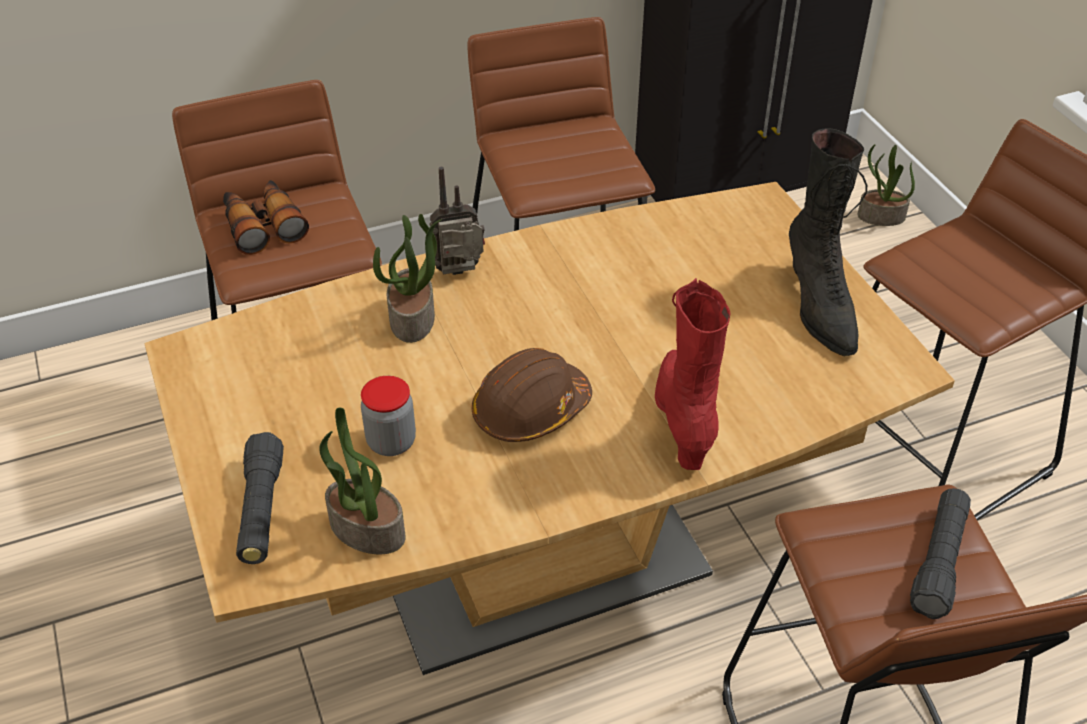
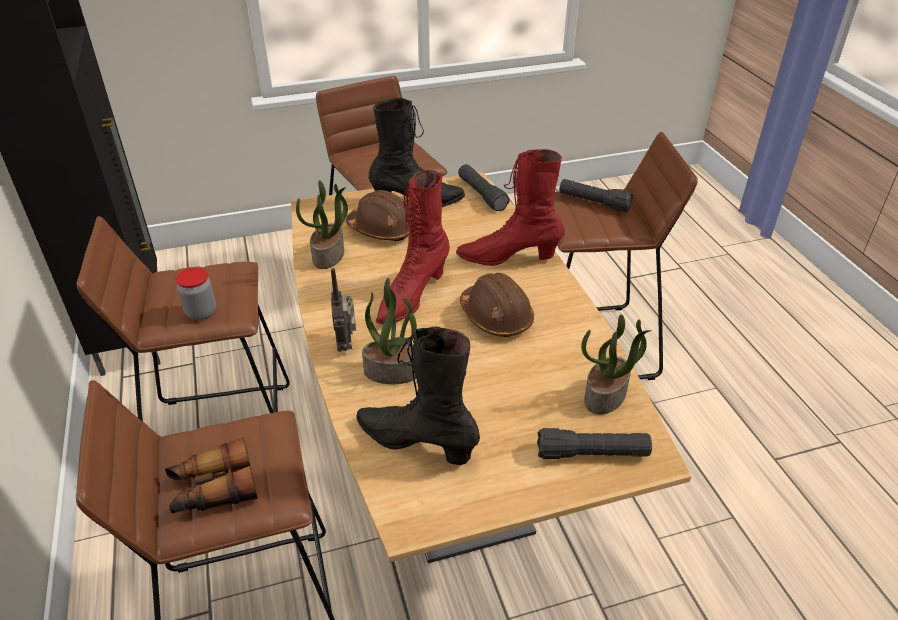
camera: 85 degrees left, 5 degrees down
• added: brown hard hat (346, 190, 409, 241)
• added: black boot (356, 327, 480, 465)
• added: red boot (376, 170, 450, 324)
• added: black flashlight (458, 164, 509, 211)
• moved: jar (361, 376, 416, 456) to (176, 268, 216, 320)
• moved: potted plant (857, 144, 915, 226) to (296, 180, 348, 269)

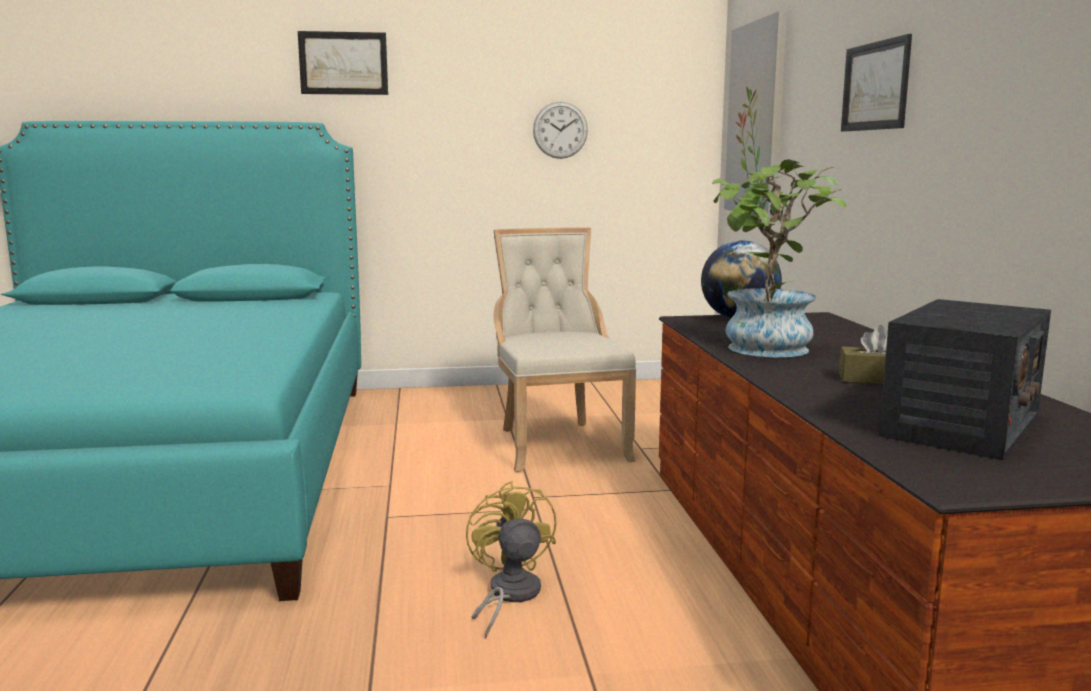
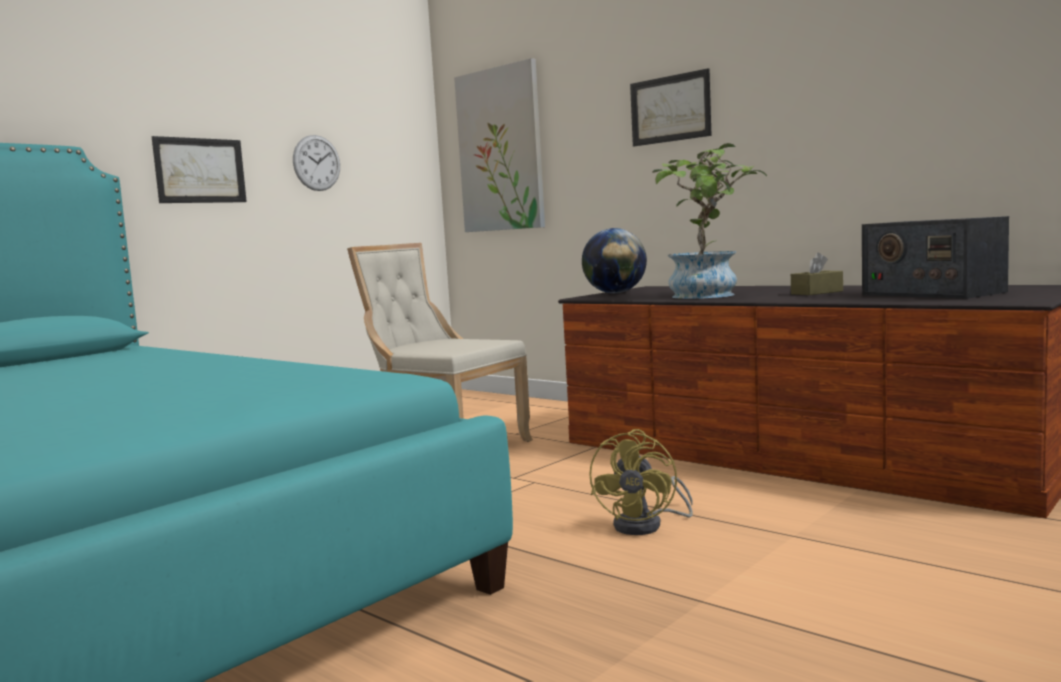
camera: 40 degrees left, 5 degrees down
• moved: picture (298, 31, 388, 95) to (151, 136, 247, 203)
• turned: yellow fan (466, 481, 557, 639) = (589, 429, 693, 535) 105 degrees counterclockwise
• turned: radio (879, 299, 1051, 460) = (862, 216, 1009, 299) 150 degrees clockwise

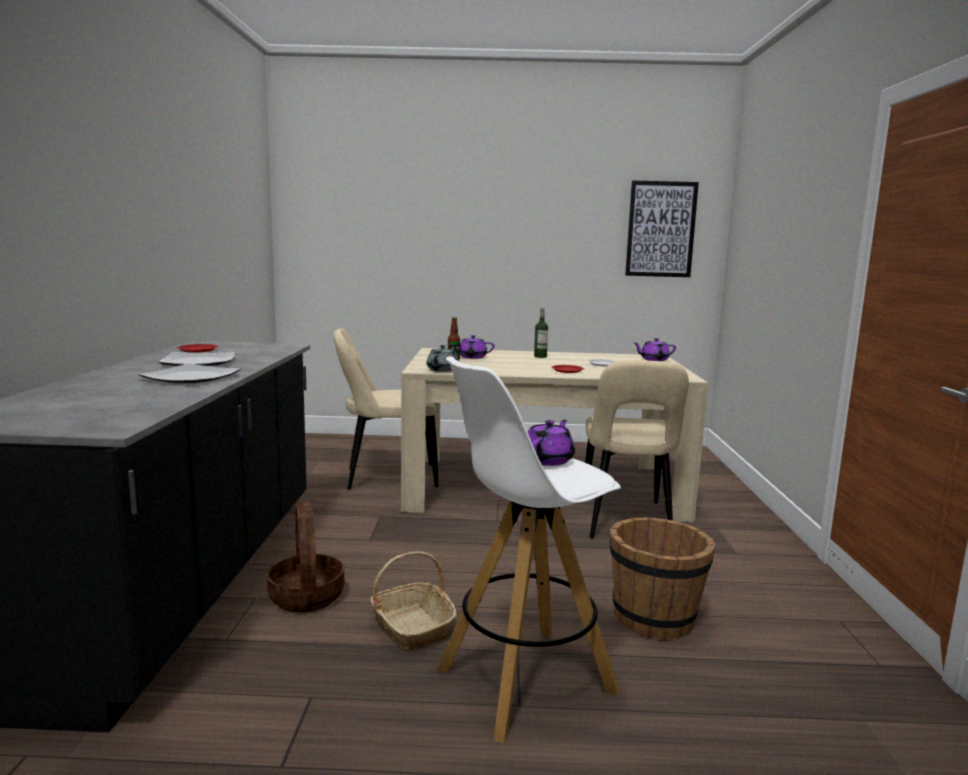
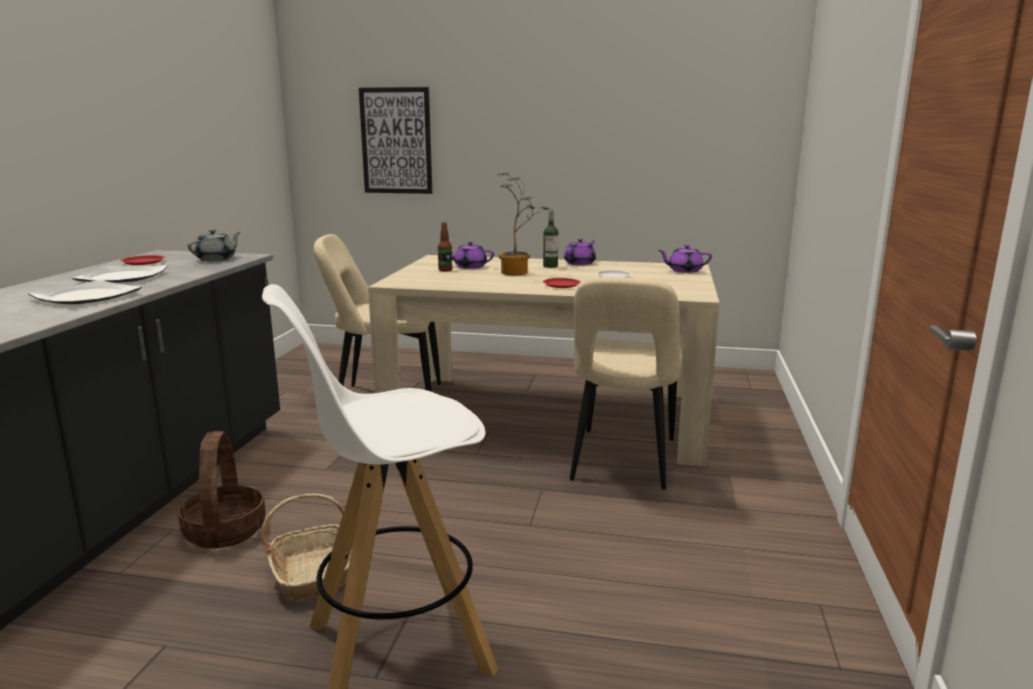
camera: 10 degrees right, 5 degrees up
• removed: brown bucket (610, 517, 716, 640)
• added: potted plant (497, 173, 551, 275)
• moved: grey teapot (426, 345, 459, 372) to (187, 229, 241, 261)
• moved: purple teapot (528, 420, 575, 466) to (564, 239, 596, 265)
• moved: picture (625, 180, 699, 277) to (359, 87, 432, 194)

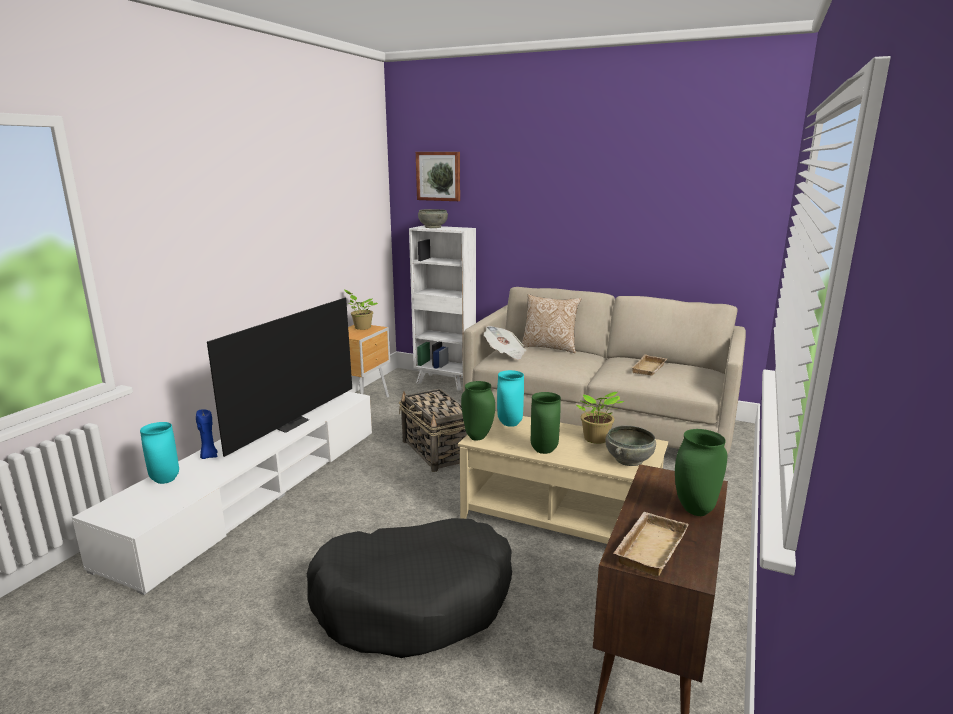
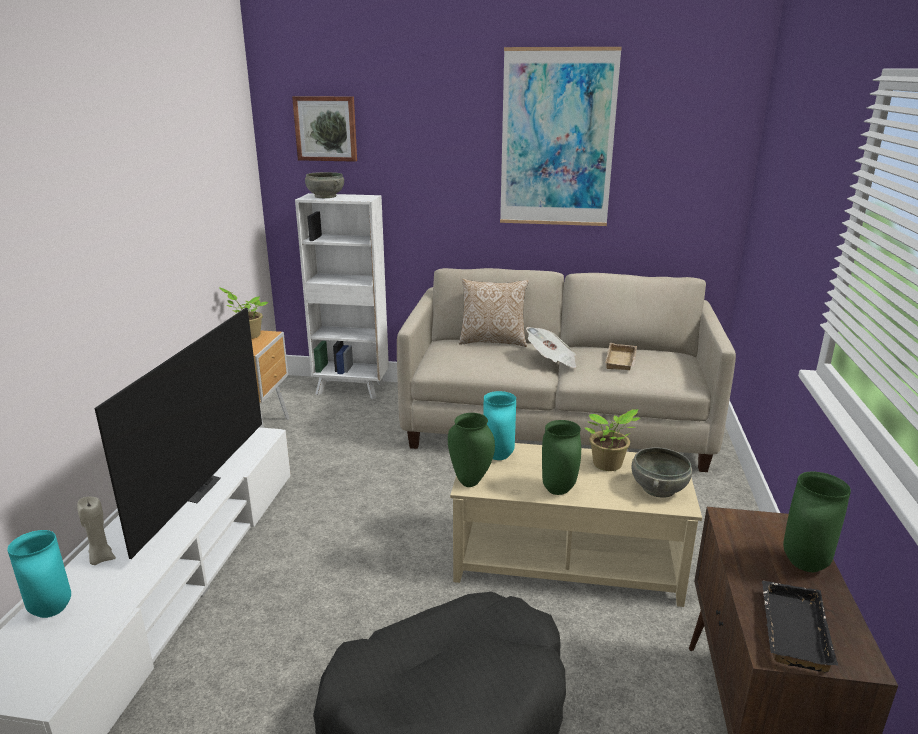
camera: 15 degrees left, 5 degrees up
• removed: basket (399, 389, 467, 472)
• added: picture (500, 47, 622, 226)
• moved: newspaper (484, 326, 527, 360) to (526, 327, 576, 368)
• recoloured: blue candle (196, 409, 218, 459) to beige candle (77, 497, 116, 565)
• recoloured: beige tray (613, 512, 689, 576) to black tray (762, 580, 838, 672)

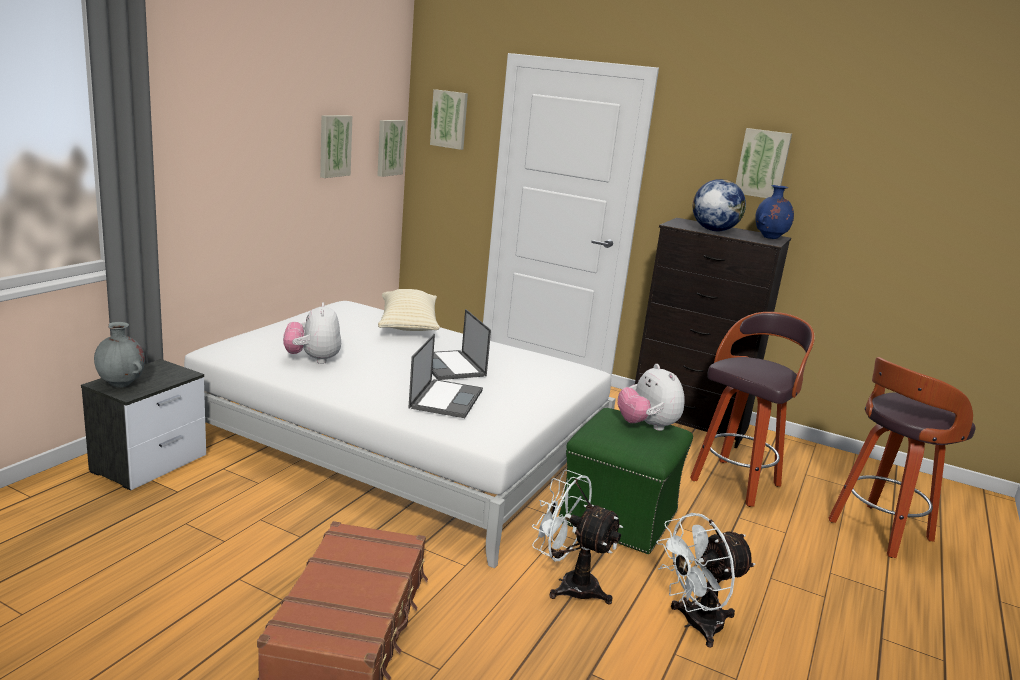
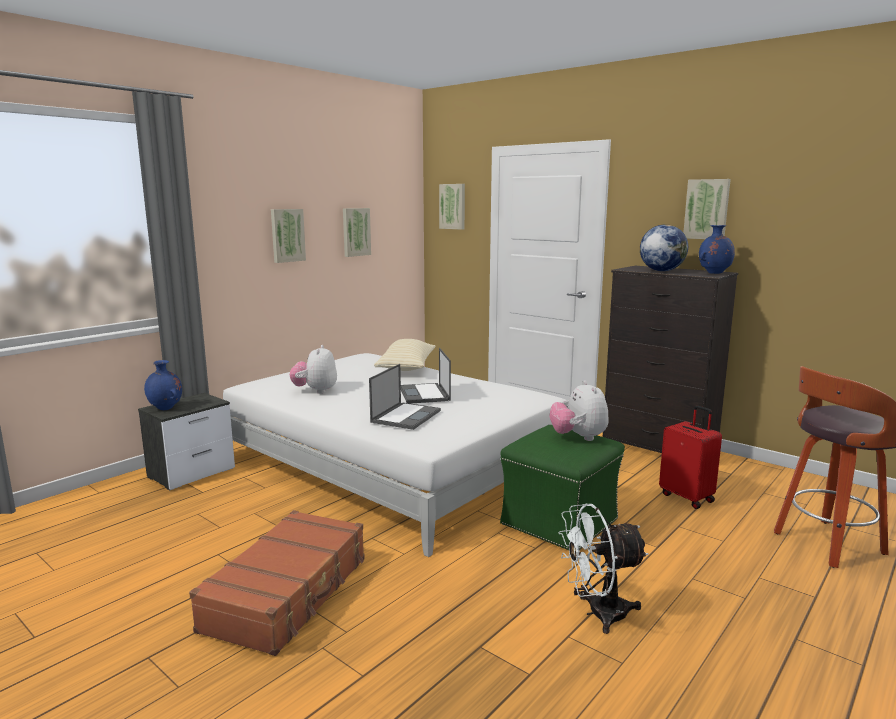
camera: 15 degrees right, 5 degrees down
• removed: white fan (532, 469, 623, 604)
• moved: picture (377, 120, 406, 177) to (271, 209, 306, 263)
• replaced: stool (690, 312, 815, 507) to red suitcase (659, 405, 722, 509)
• recoloured: grey vase (94, 322, 145, 388) to blue vase (144, 360, 182, 410)

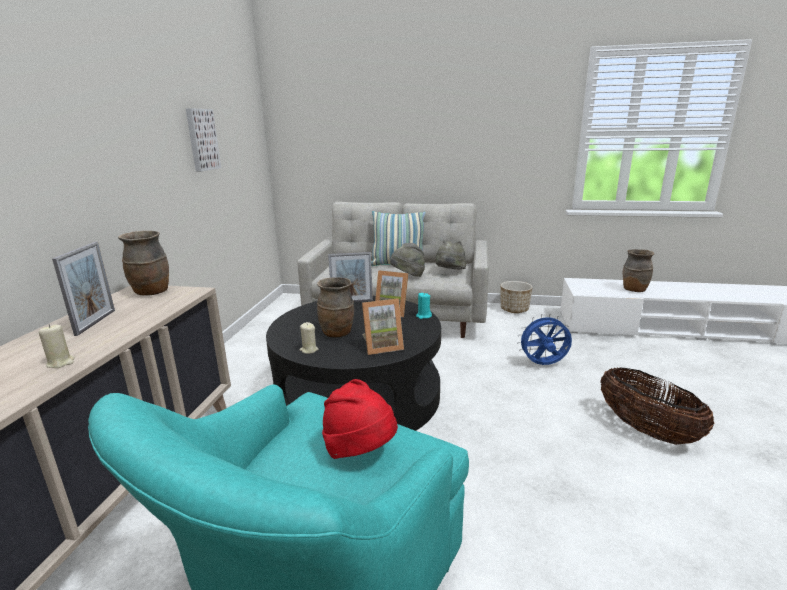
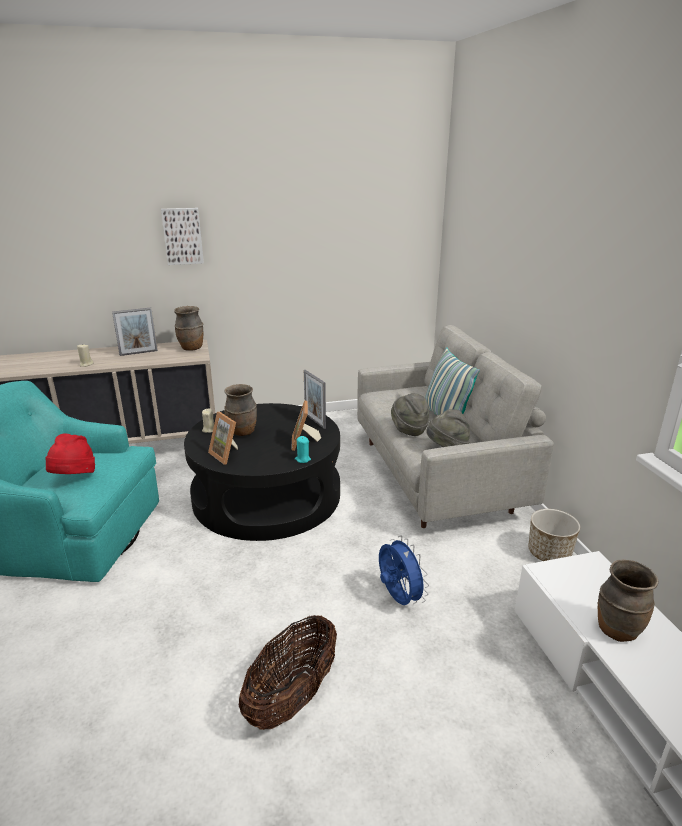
camera: 65 degrees right, 5 degrees up
• moved: picture (186, 108, 221, 172) to (161, 208, 204, 265)

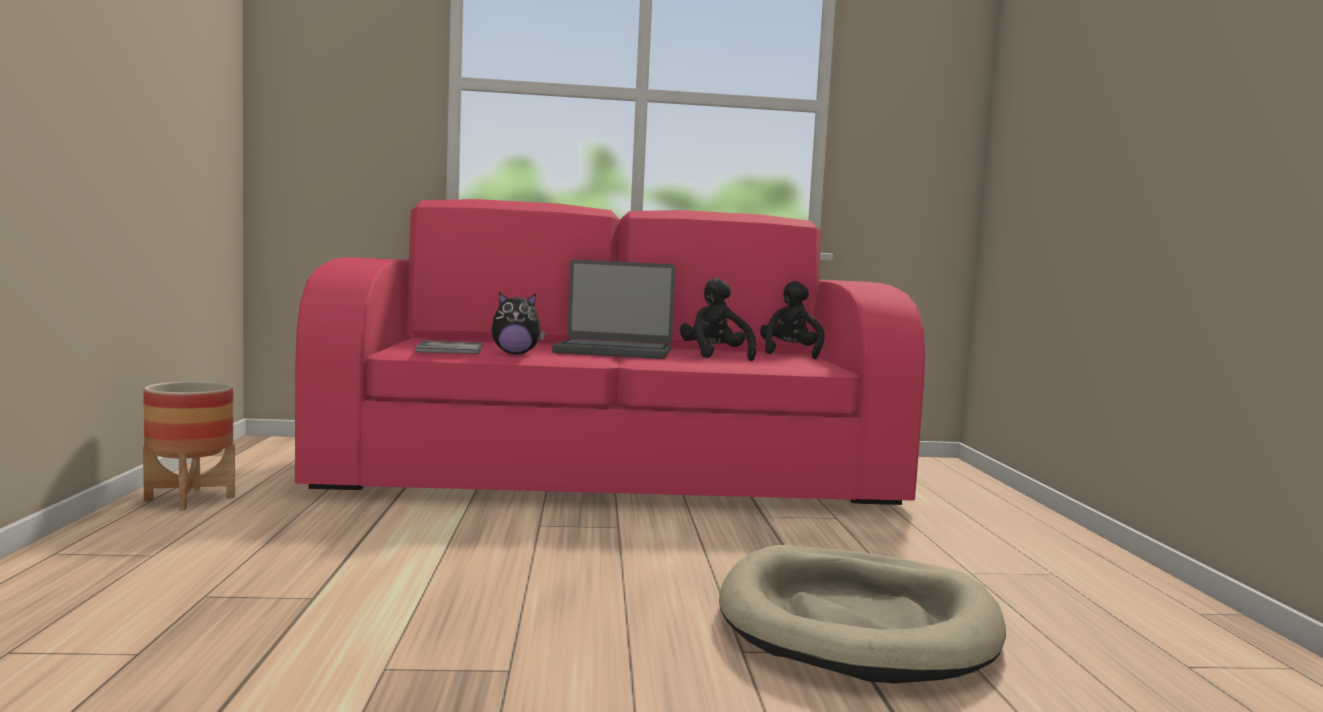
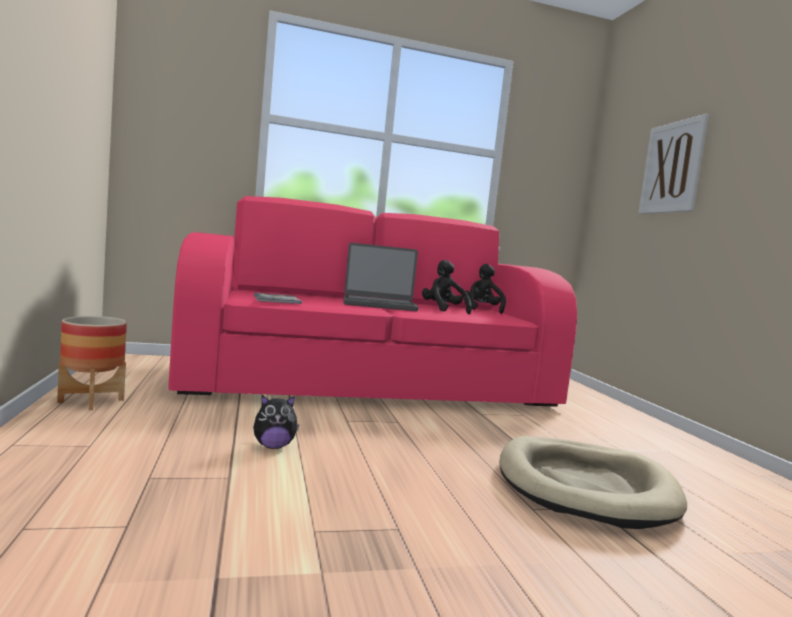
camera: 10 degrees left, 0 degrees up
• added: picture (638, 114, 709, 214)
• moved: plush toy (491, 292, 545, 354) to (253, 395, 299, 449)

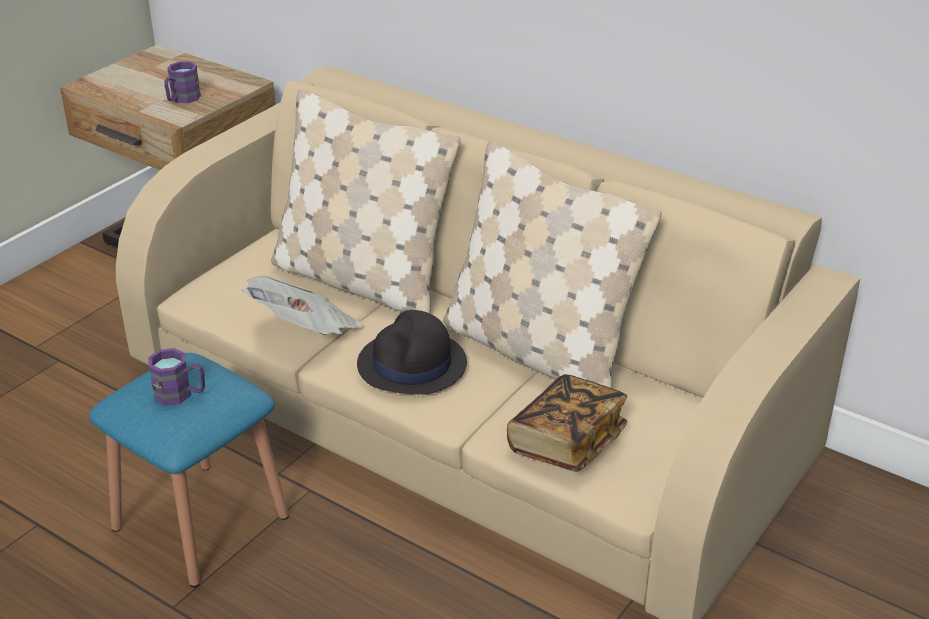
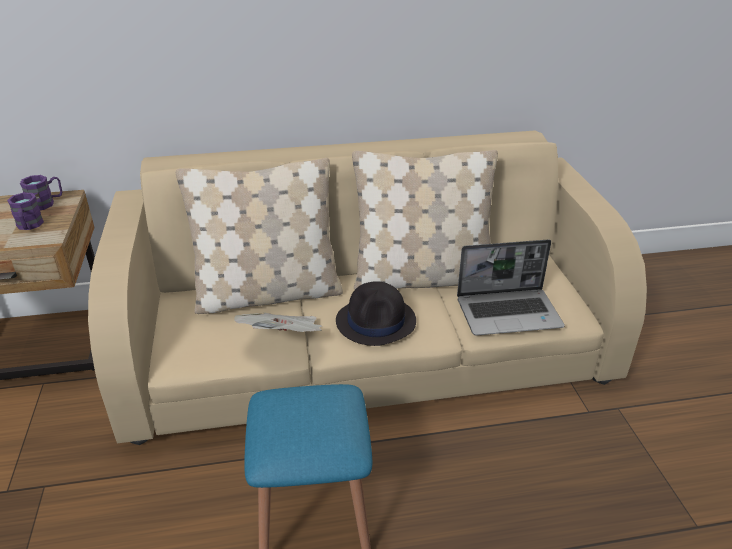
camera: 45 degrees left, 0 degrees up
• moved: purple mug (148, 348, 205, 406) to (20, 175, 62, 210)
• replaced: book (507, 374, 627, 472) to laptop (457, 239, 565, 336)

